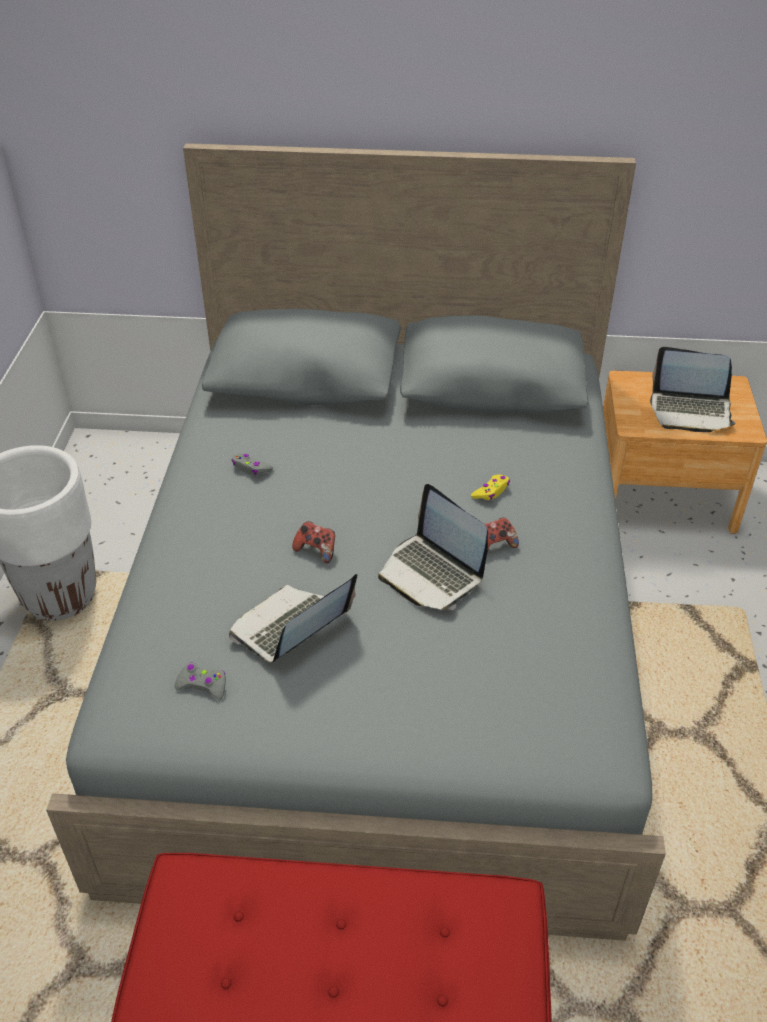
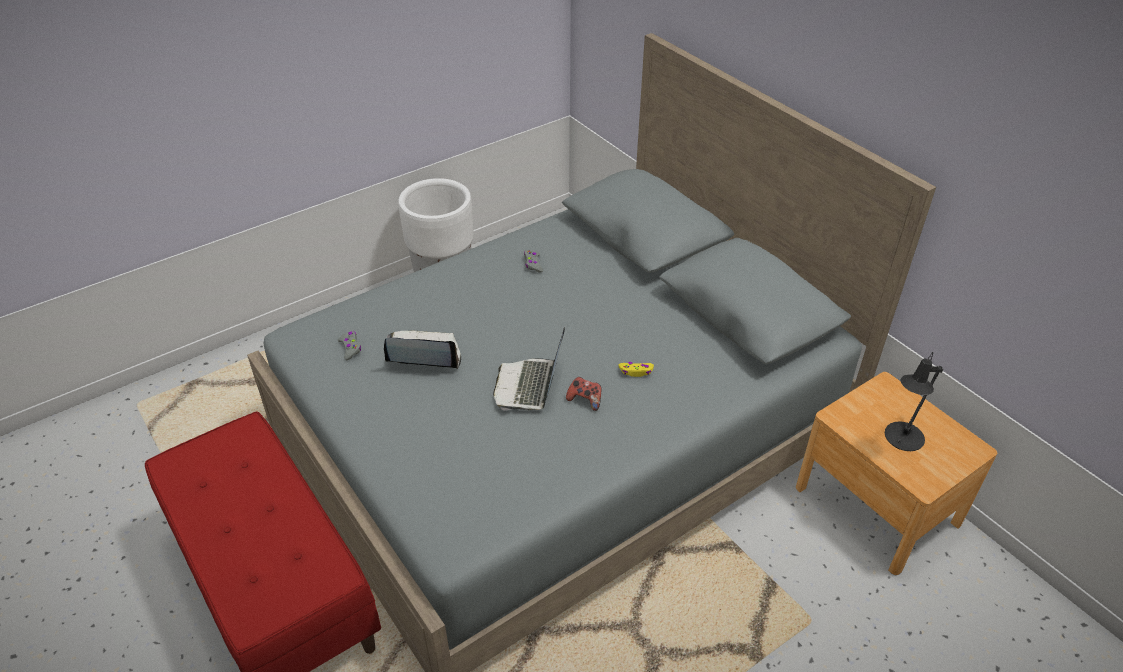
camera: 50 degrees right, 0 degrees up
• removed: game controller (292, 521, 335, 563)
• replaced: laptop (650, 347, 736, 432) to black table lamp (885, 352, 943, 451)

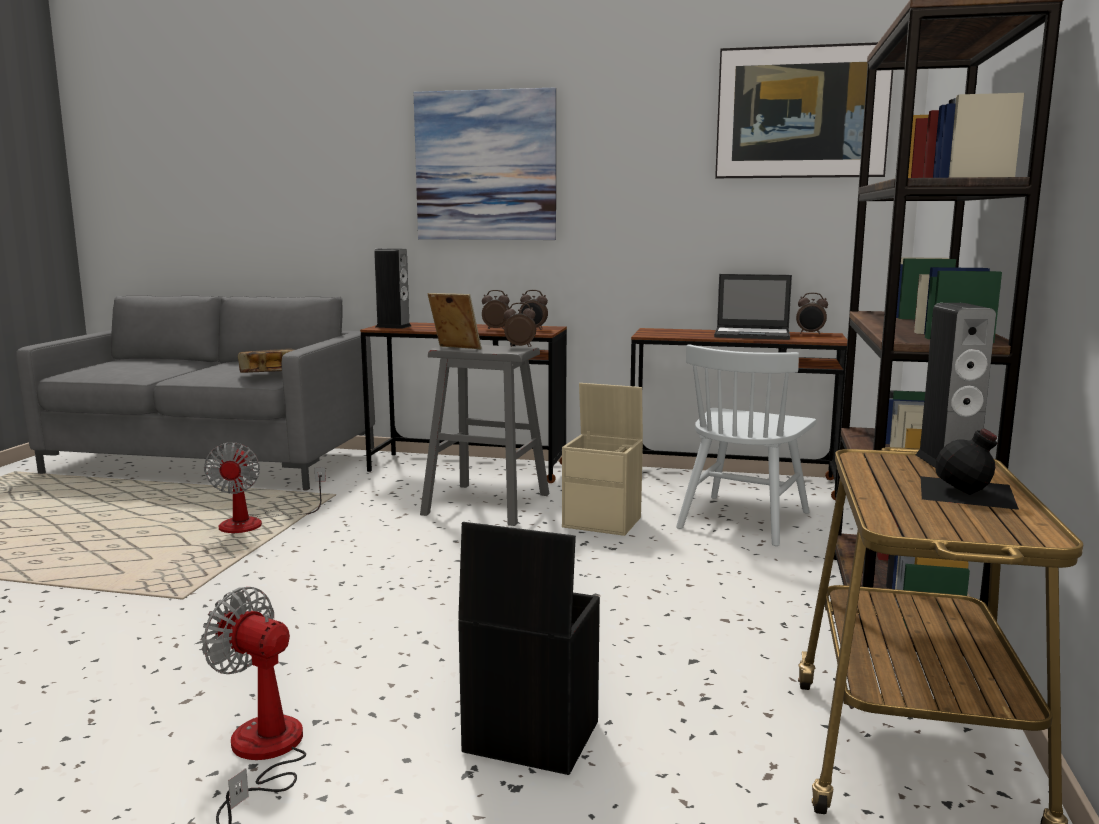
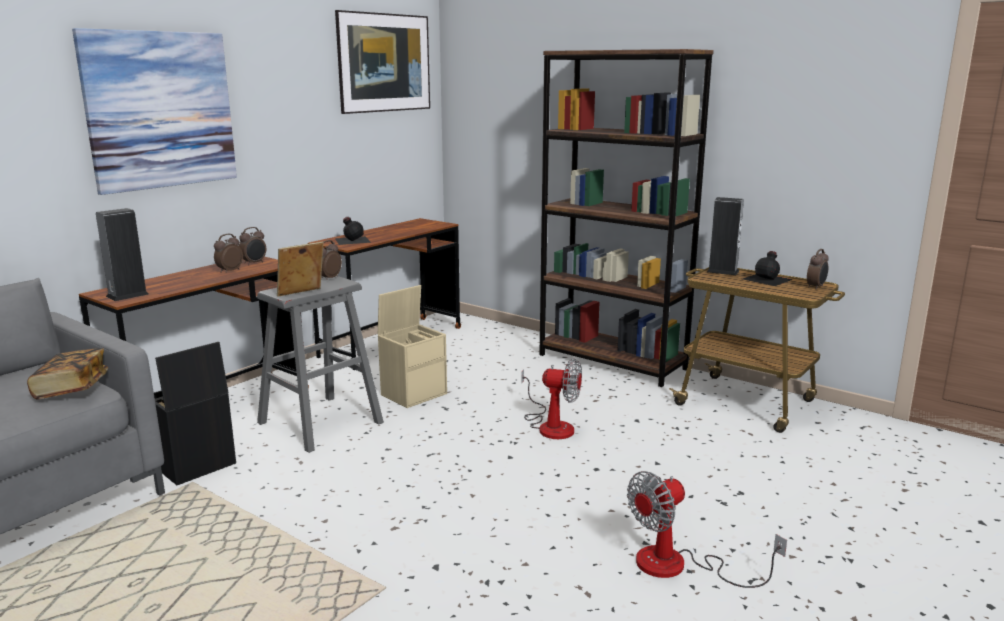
camera: 65 degrees left, 5 degrees up
• removed: white chair (676, 344, 816, 546)
• removed: laptop (714, 274, 792, 340)
• added: black bottle (335, 217, 371, 245)
• moved: fan (204, 442, 326, 533) to (521, 358, 582, 439)
• moved: black storage box (458, 522, 600, 775) to (154, 342, 236, 485)
• moved: alarm clock (796, 293, 828, 335) to (807, 249, 829, 290)

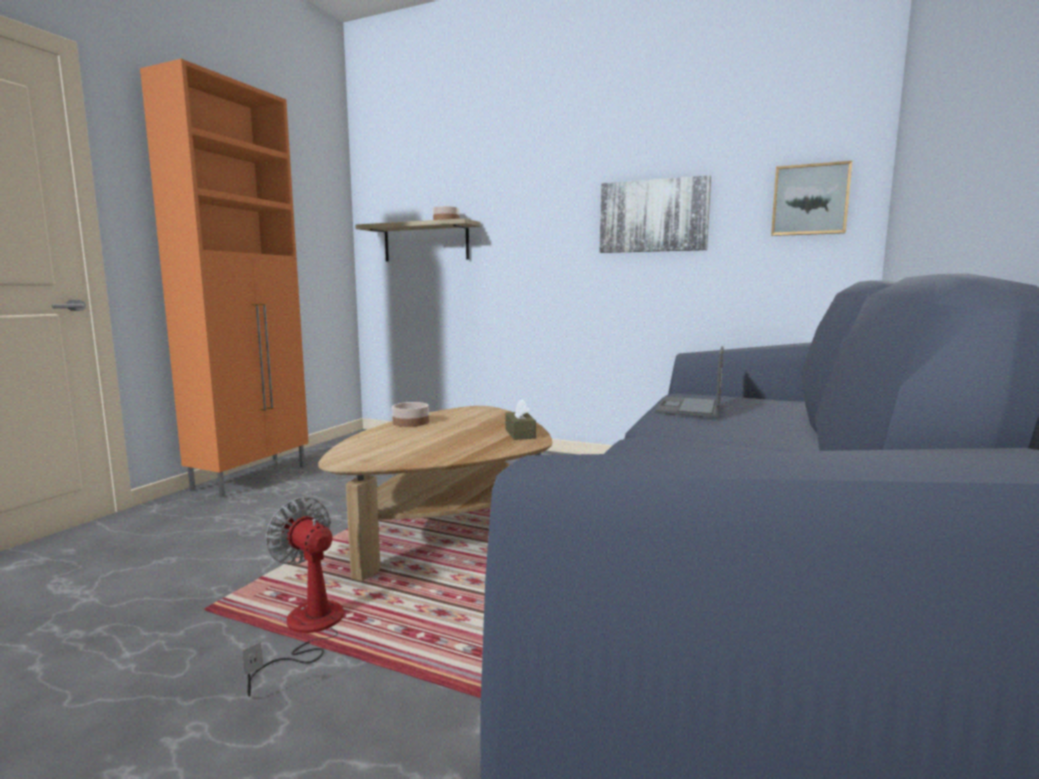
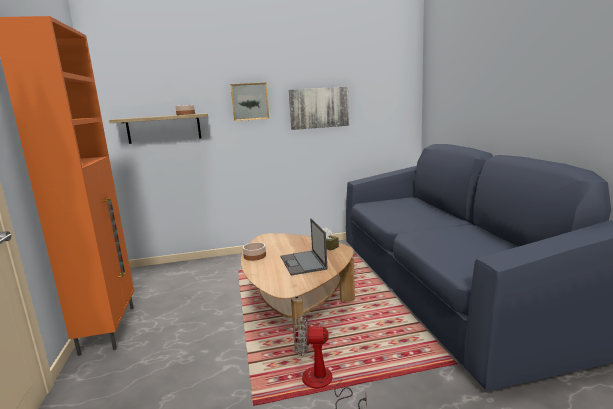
camera: 35 degrees left, 5 degrees up
• moved: laptop (655, 346, 724, 417) to (281, 218, 327, 276)
• moved: picture (771, 161, 852, 236) to (230, 83, 269, 121)

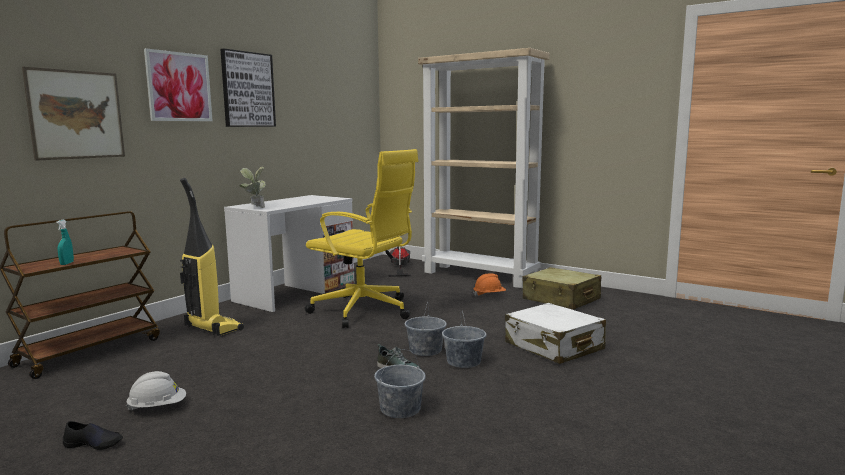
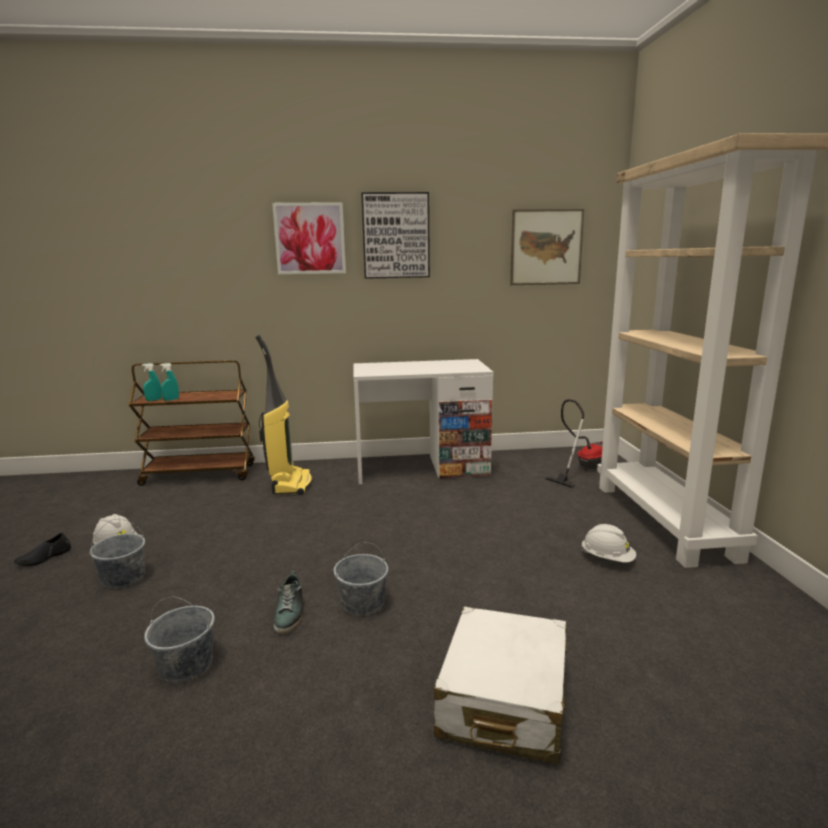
camera: 50 degrees right, 5 degrees up
• removed: potted plant (239, 167, 266, 208)
• removed: yellow office chair (305, 149, 418, 328)
• removed: beige suitcase (522, 267, 601, 309)
• added: turquoise spray bottle (142, 363, 162, 401)
• moved: picture (22, 67, 125, 161) to (510, 209, 584, 285)
• moved: grey bucket (442, 311, 486, 368) to (90, 519, 145, 588)
• recoloured: orange hard hat (473, 273, 506, 297) to white hard hat (581, 524, 636, 562)
• turned: black shoe (63, 421, 123, 450) = (14, 533, 71, 566) 75 degrees clockwise

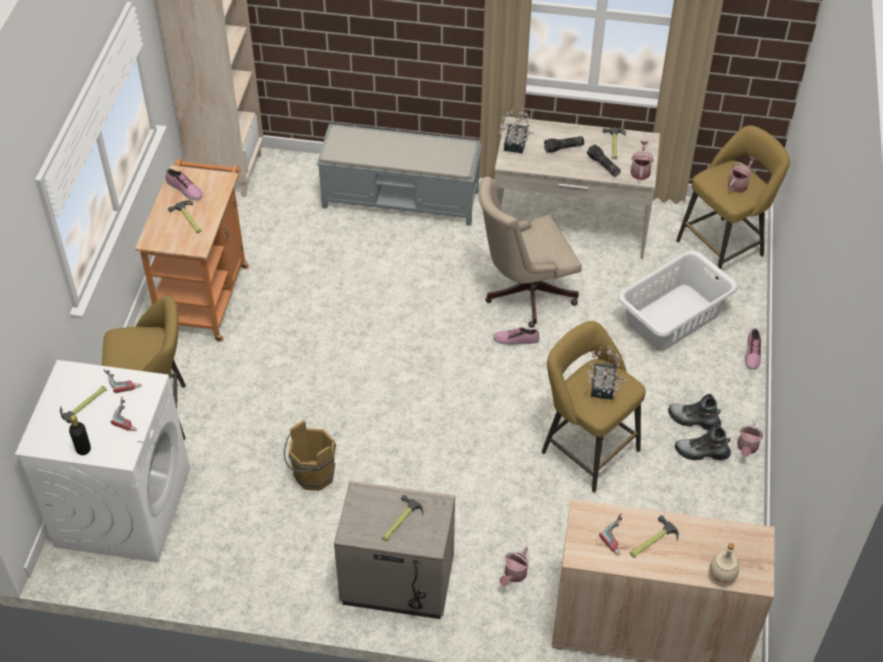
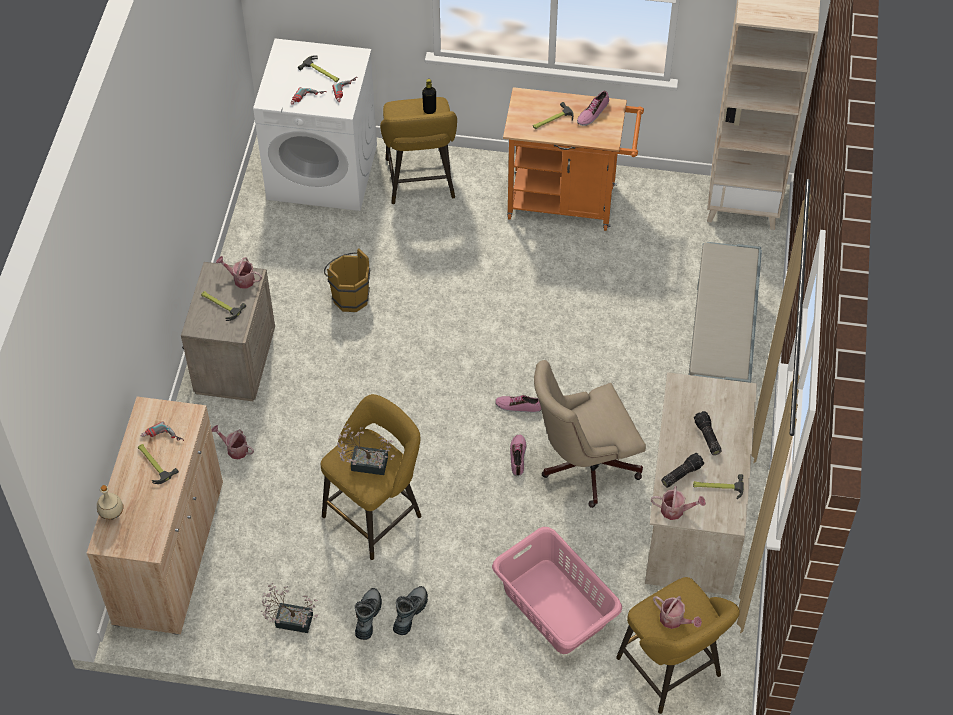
camera: 90 degrees right, 5 degrees up
• moved: black bottle (69, 415, 91, 455) to (422, 79, 436, 114)
• moved: potted plant (499, 107, 533, 153) to (261, 583, 318, 633)
• moved: watering can (737, 420, 763, 457) to (216, 256, 262, 289)
• moved: shoe (745, 328, 761, 370) to (495, 395, 541, 412)
• recoloured: white laundry basket (618, 250, 738, 351) to pink laundry basket (492, 527, 622, 654)
• turned: beige office chair (478, 177, 582, 328) = (534, 360, 646, 508) 90 degrees counterclockwise

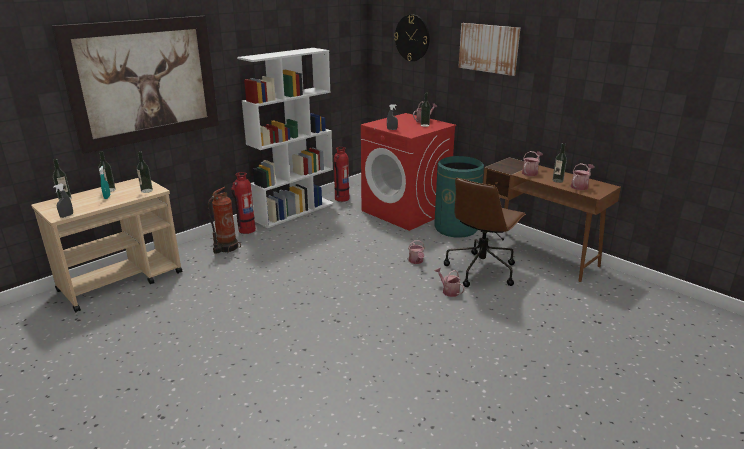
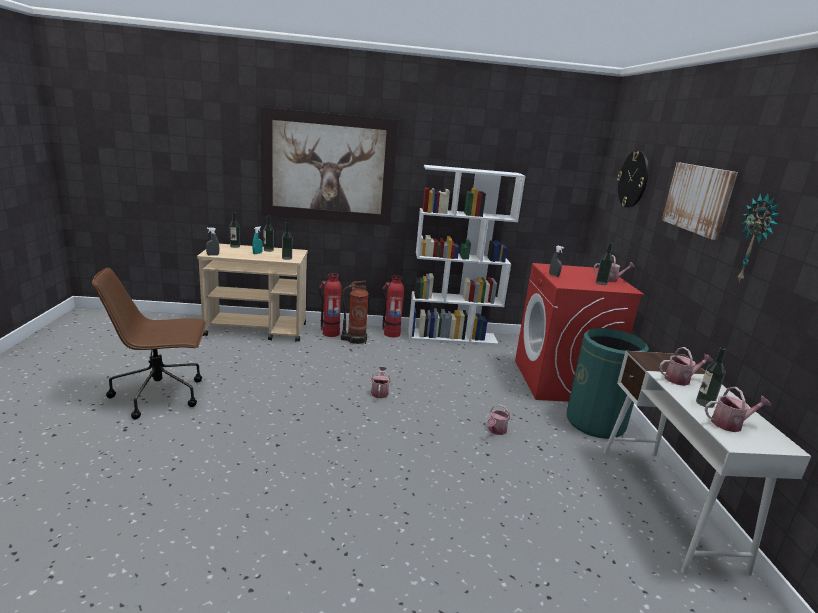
camera: 40 degrees right, 5 degrees down
• added: wall clock (737, 194, 779, 281)
• moved: fire extinguisher (334, 147, 349, 202) to (319, 273, 341, 337)
• moved: watering can (435, 267, 465, 297) to (371, 367, 391, 398)
• moved: brown office chair (444, 178, 526, 287) to (92, 267, 206, 419)
• recoloured: brown desk (482, 157, 621, 282) to white desk (604, 351, 811, 576)

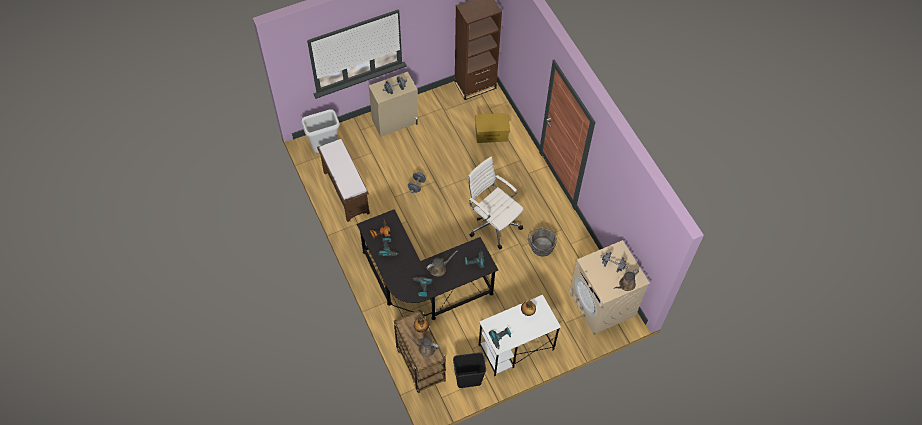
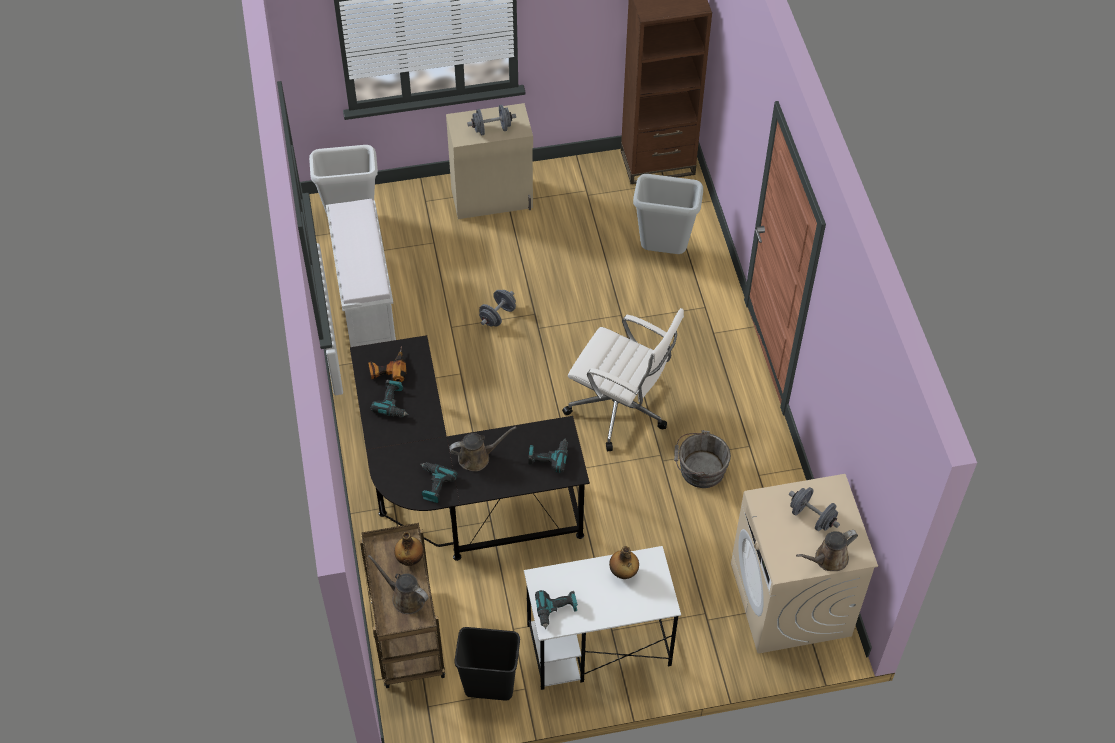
camera: 15 degrees right, 5 degrees down
• replaced: yellow storage box (475, 113, 510, 143) to grey trash can (633, 174, 703, 254)
• recoloured: brown bench (317, 139, 370, 222) to white bench (326, 199, 396, 347)
• turned: white office chair (468, 157, 524, 249) = (562, 308, 684, 451) 150 degrees clockwise

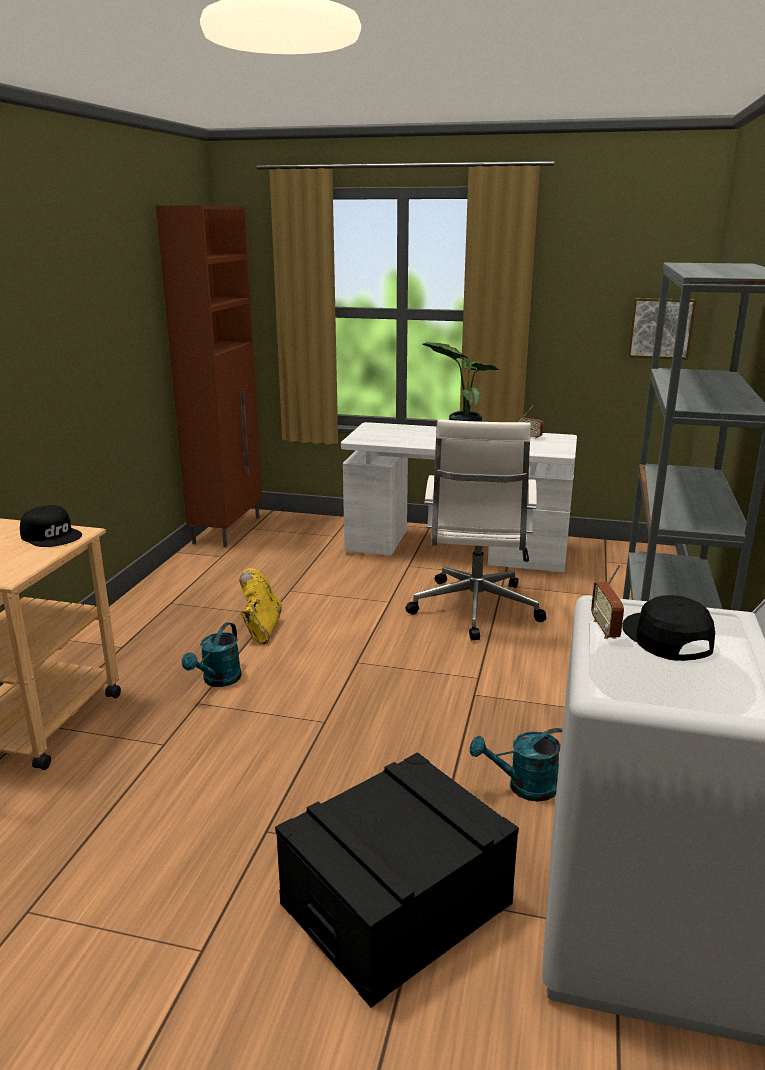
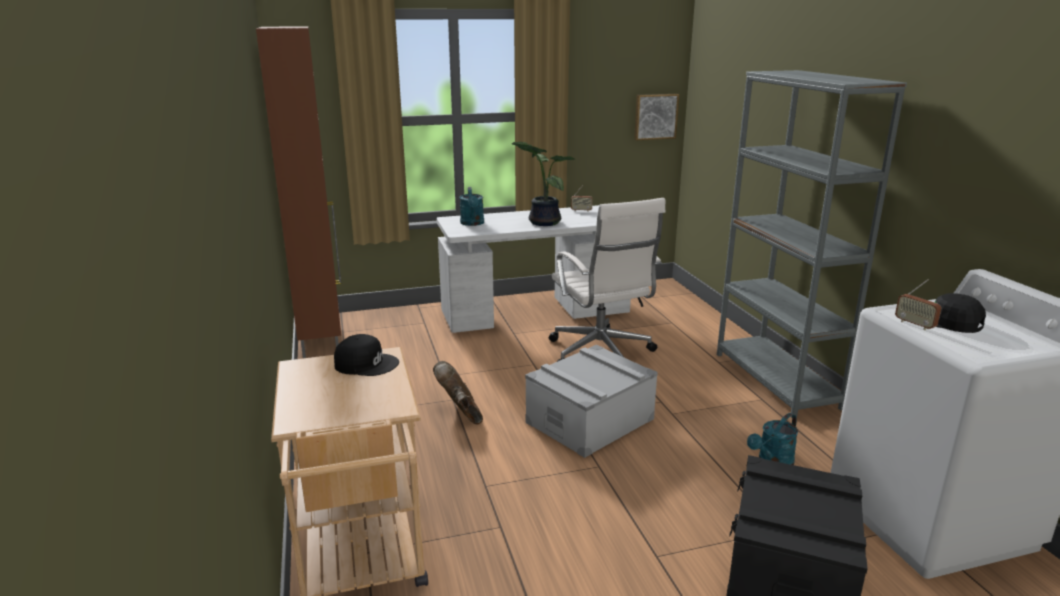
camera: 30 degrees left, 0 degrees up
• added: grey storage box (525, 345, 658, 458)
• moved: turquoise watering can (182, 622, 242, 687) to (459, 187, 484, 226)
• recoloured: yellow boot (239, 568, 282, 644) to brown boot (433, 361, 483, 424)

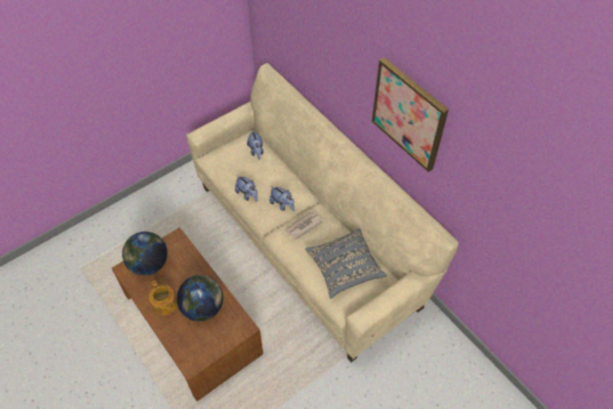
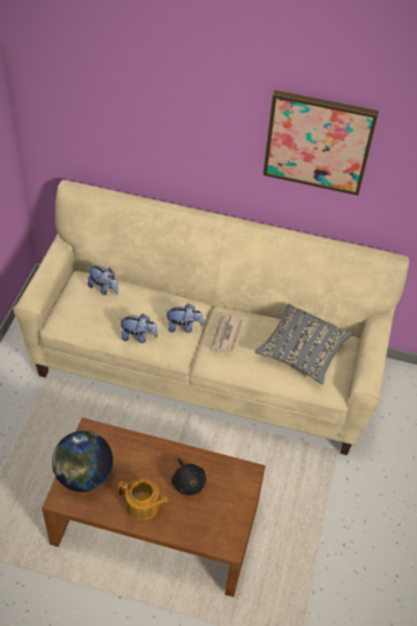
camera: 40 degrees left, 5 degrees down
• replaced: globe (177, 275, 223, 322) to black plush toy (172, 458, 206, 495)

